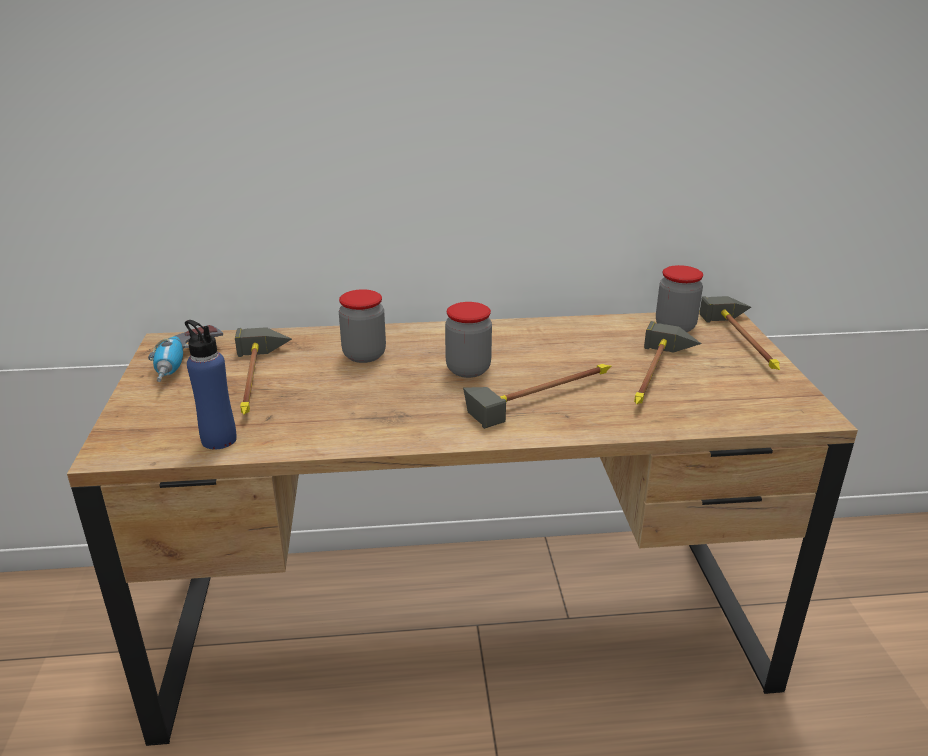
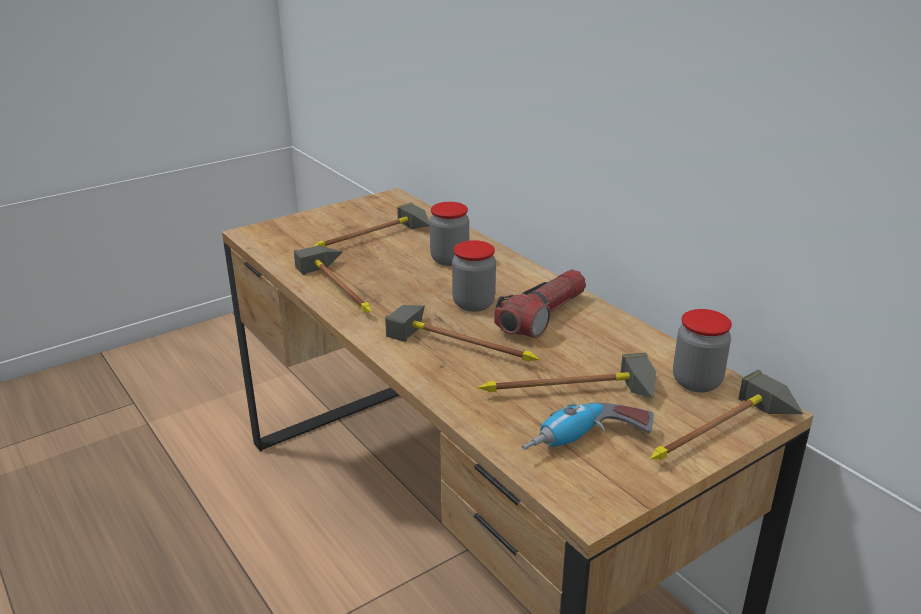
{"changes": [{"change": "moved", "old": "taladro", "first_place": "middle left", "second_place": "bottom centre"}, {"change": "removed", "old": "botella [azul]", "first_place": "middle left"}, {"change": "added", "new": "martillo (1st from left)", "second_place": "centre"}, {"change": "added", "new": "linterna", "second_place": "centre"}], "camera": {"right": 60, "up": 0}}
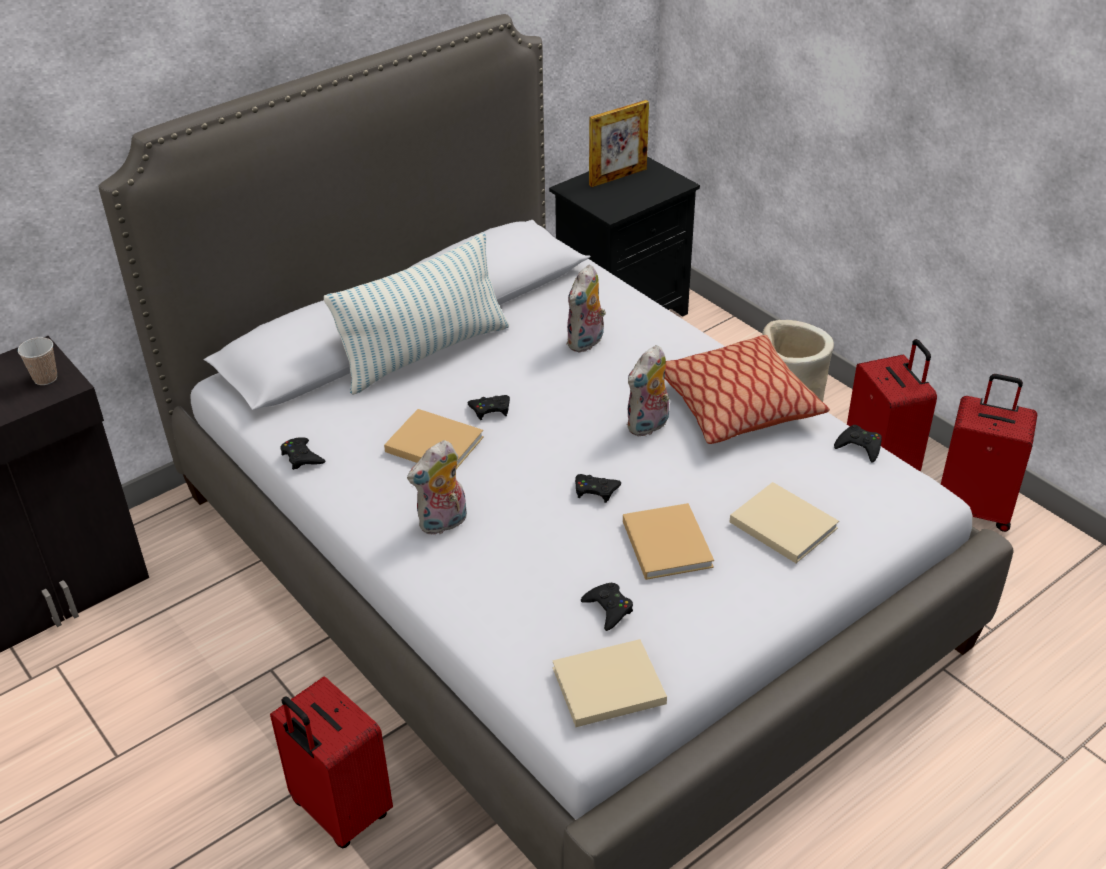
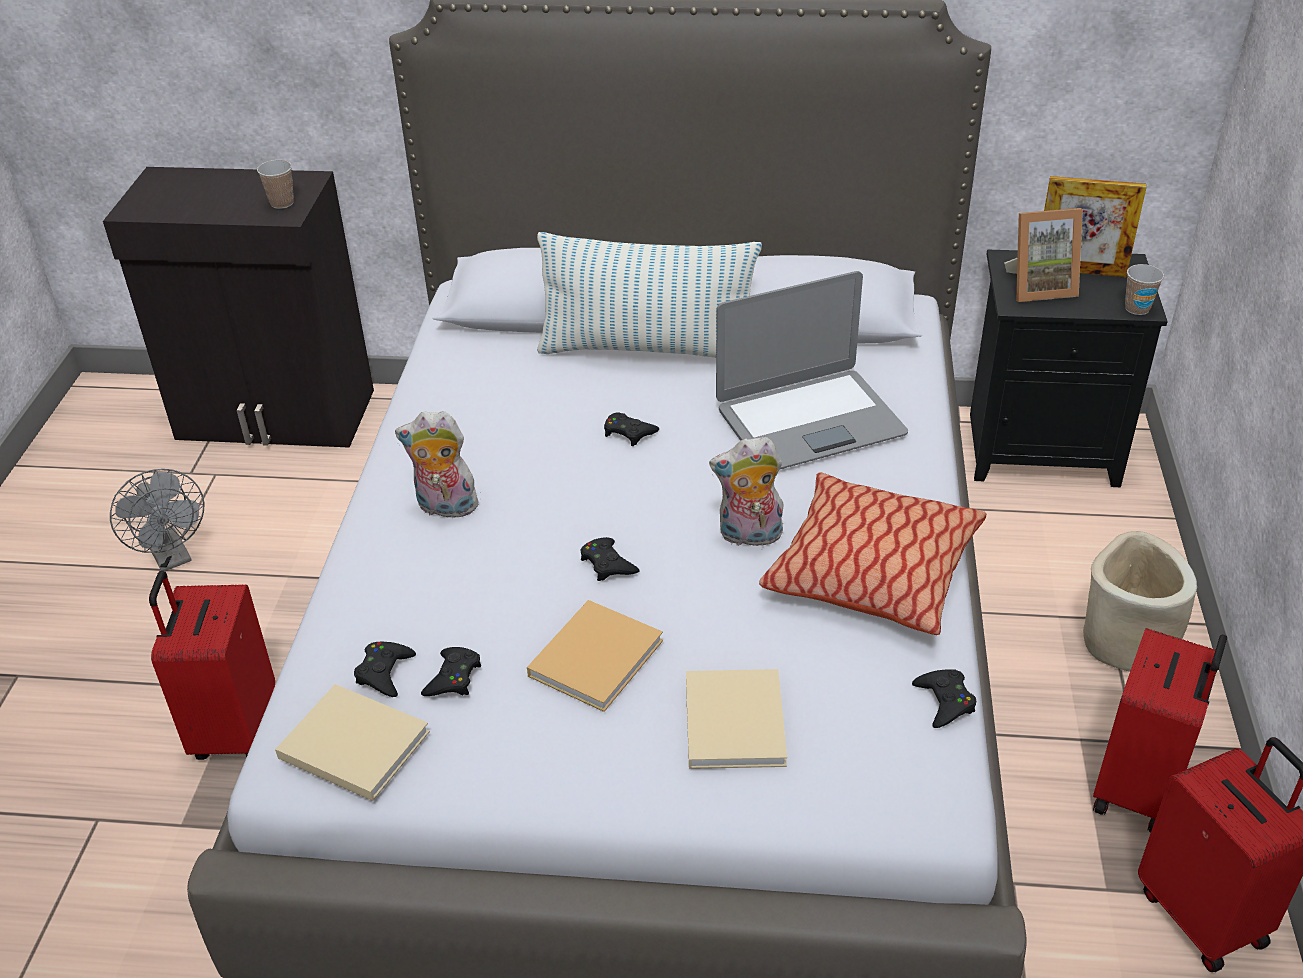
{"changes": [{"change": "moved", "old": "mando de consola [negro] (1st from left)", "first_place": "middle left", "second_place": "bottom left"}, {"change": "removed", "old": "libro [beis] (1st from left)", "first_place": "centre"}, {"change": "replaced", "old": "peluche (2nd from left)", "new": "portátil", "first_place": "centre", "second_place": "centre"}, {"change": "added", "new": "ventilador [gris]", "second_place": "middle left"}, {"change": "added", "new": "portarretratos (1st from left)", "second_place": "top right"}, {"change": "added", "new": "taza (2nd from left)", "second_place": "top right"}], "camera": {"right": 45, "up": 0}}
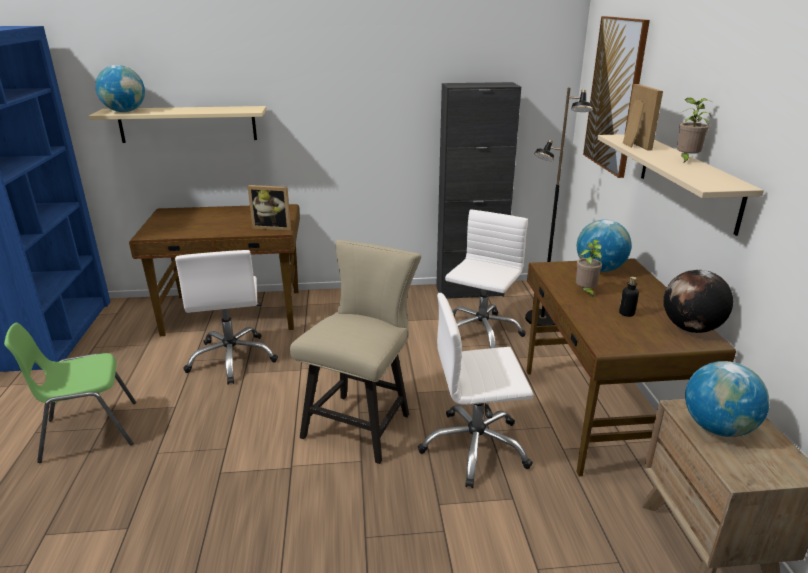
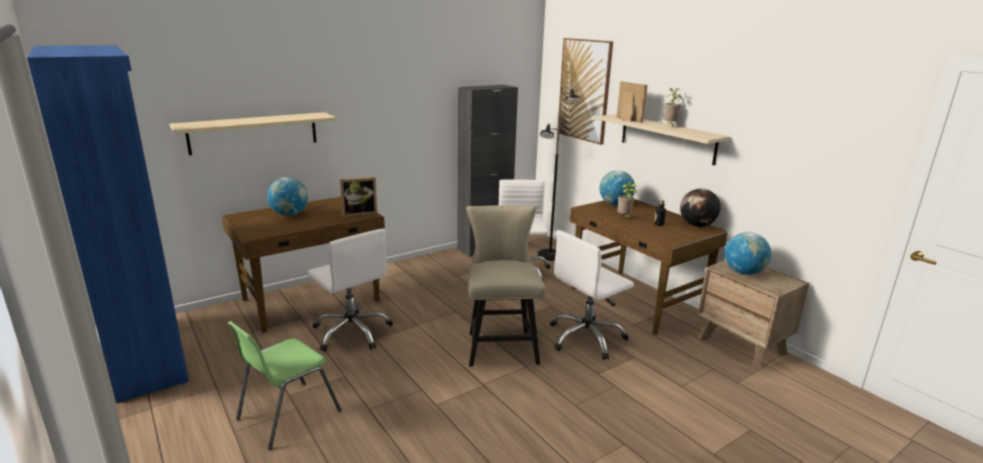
{"changes": [{"change": "moved", "old": "globo terráqueo (1st from left)", "first_place": "top left", "second_place": "middle left"}], "camera": {"right": -30, "up": -5}}
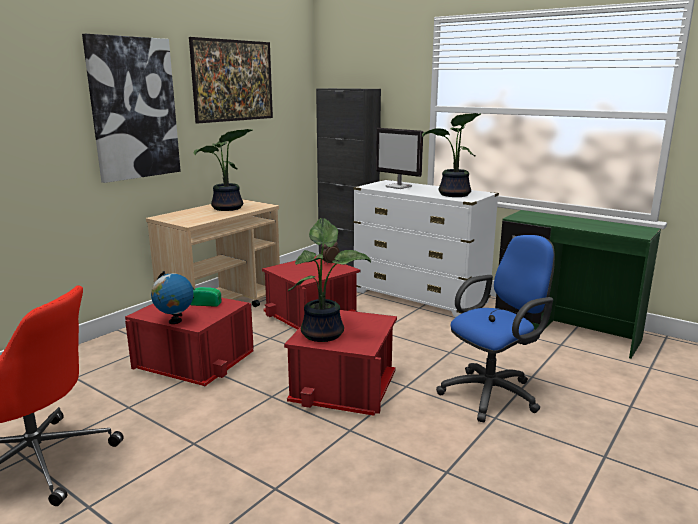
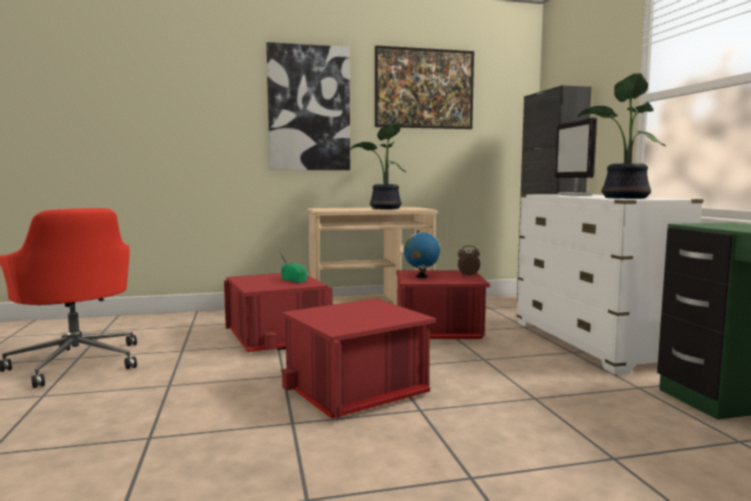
{"changes": [{"change": "moved", "old": "globo terráqueo", "first_place": "middle left", "second_place": "centre"}, {"change": "removed", "old": "planta en maceta (2nd from left)", "first_place": "centre"}, {"change": "removed", "old": "silla de oficina [azul]", "first_place": "middle right"}], "camera": {"right": 40, "up": -10}}
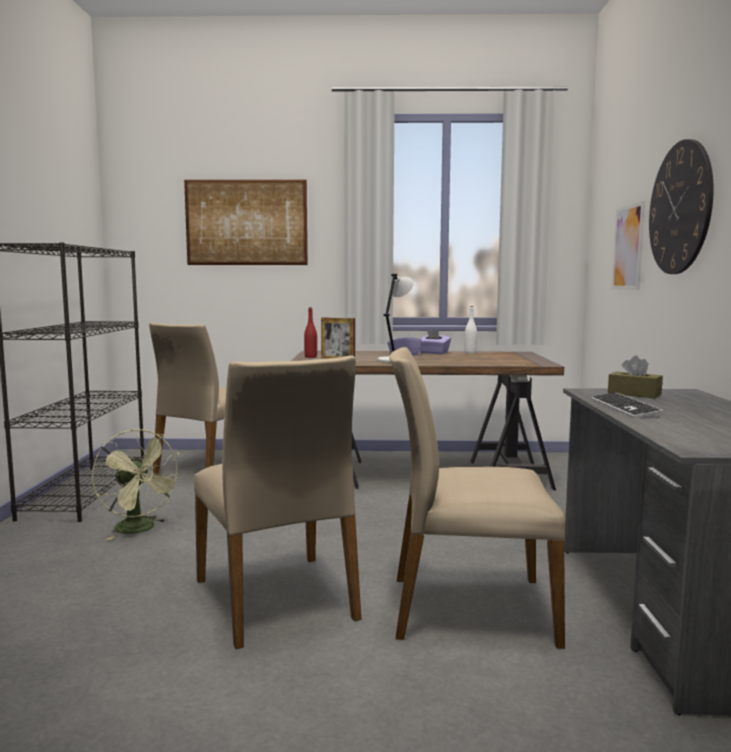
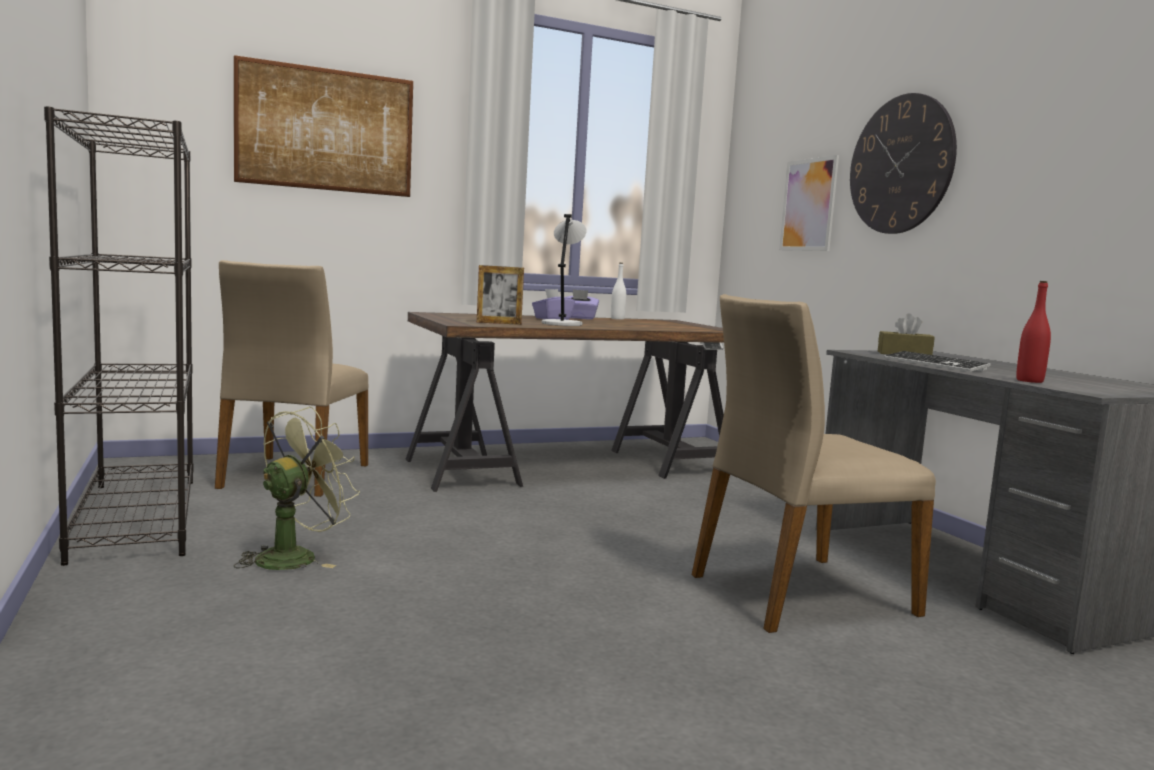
{"changes": [{"change": "turned", "old": "ventilador [verde]", "first_place": "middle left", "second_place": "middle left", "degrees": -75}, {"change": "removed", "old": "silla [beis] (2nd from left)", "first_place": "bottom centre"}, {"change": "moved", "old": "botella [rojo]", "first_place": "centre", "second_place": "middle right"}], "camera": {"right": -25, "up": 0}}
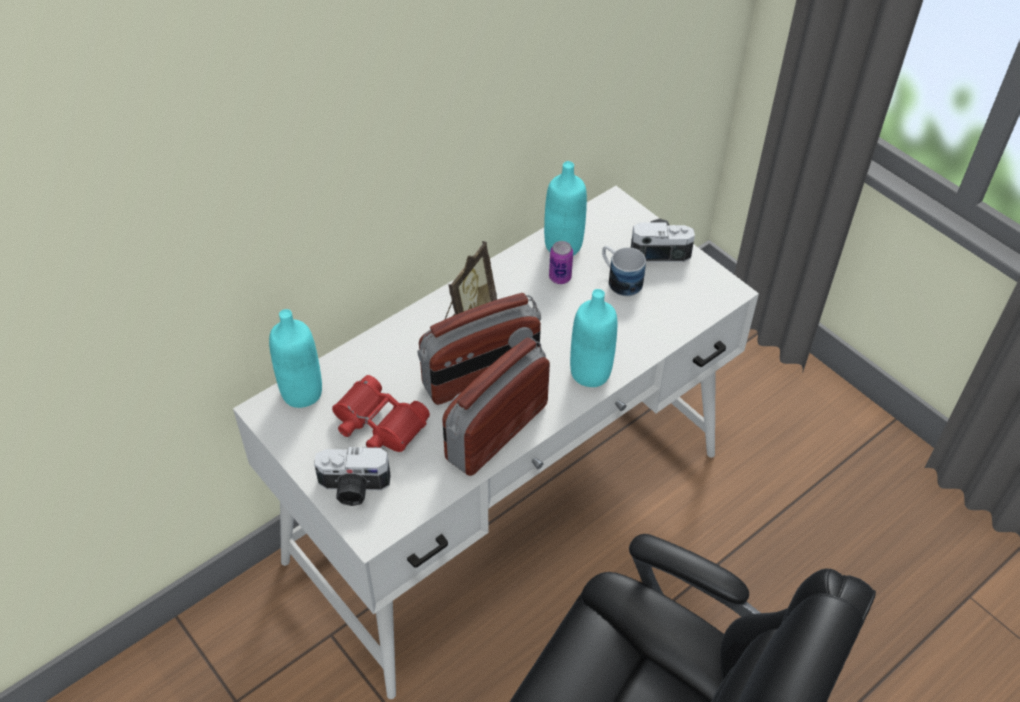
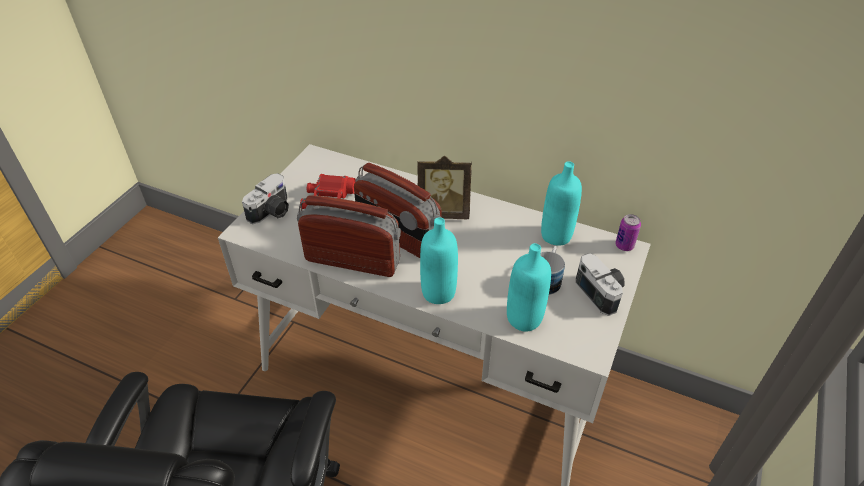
{"changes": [{"change": "moved", "old": "botella [turquesa] (1st from left in the first image)", "new": "botella [turquesa] (2nd from left)", "first_place": "middle left", "second_place": "centre"}, {"change": "turned", "old": "cámara (1st from left)", "first_place": "bottom centre", "second_place": "middle left", "degrees": -120}, {"change": "moved", "old": "lata", "first_place": "centre", "second_place": "middle right"}], "camera": {"right": 65, "up": -5}}
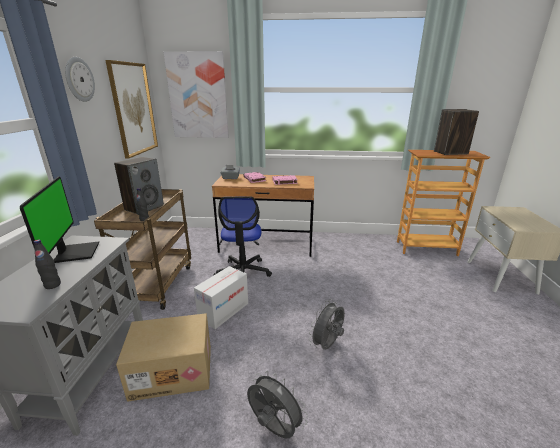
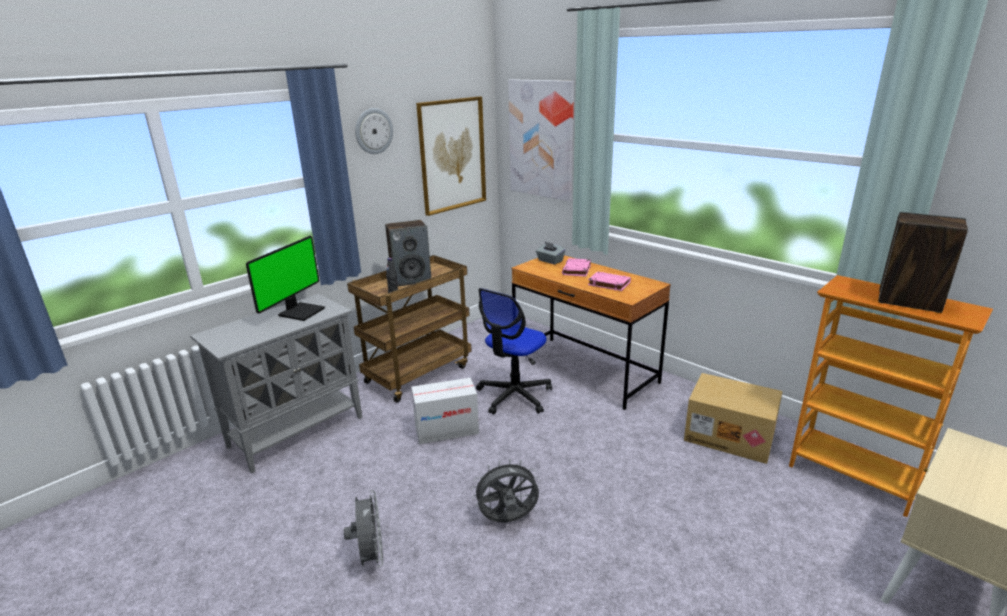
{"changes": [{"change": "removed", "old": "botella [negro] (1st from left)", "first_place": "middle left"}, {"change": "moved", "old": "caja de cartón (1st from left in the first image)", "new": "caja de cartón (2nd from left)", "first_place": "bottom left", "second_place": "bottom right"}], "camera": {"right": 40, "up": 0}}
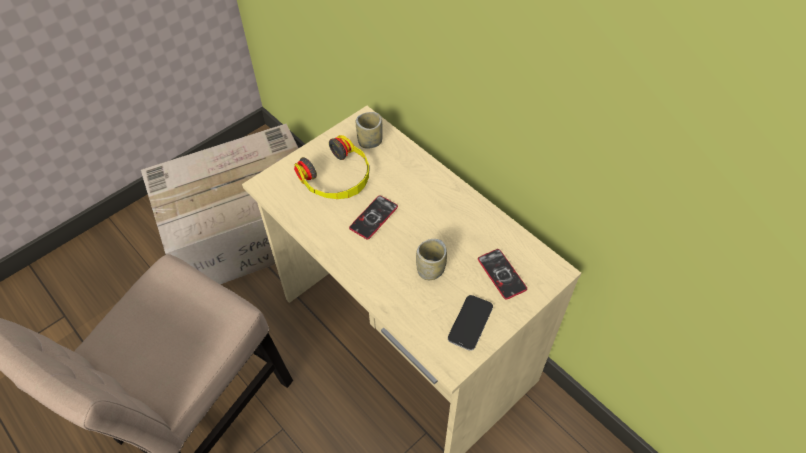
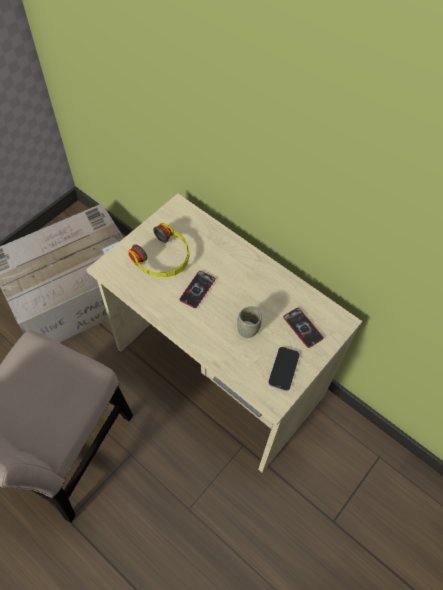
{"changes": [{"change": "removed", "old": "taza (1st from left)", "first_place": "top centre"}], "camera": {"right": -10, "up": 5}}
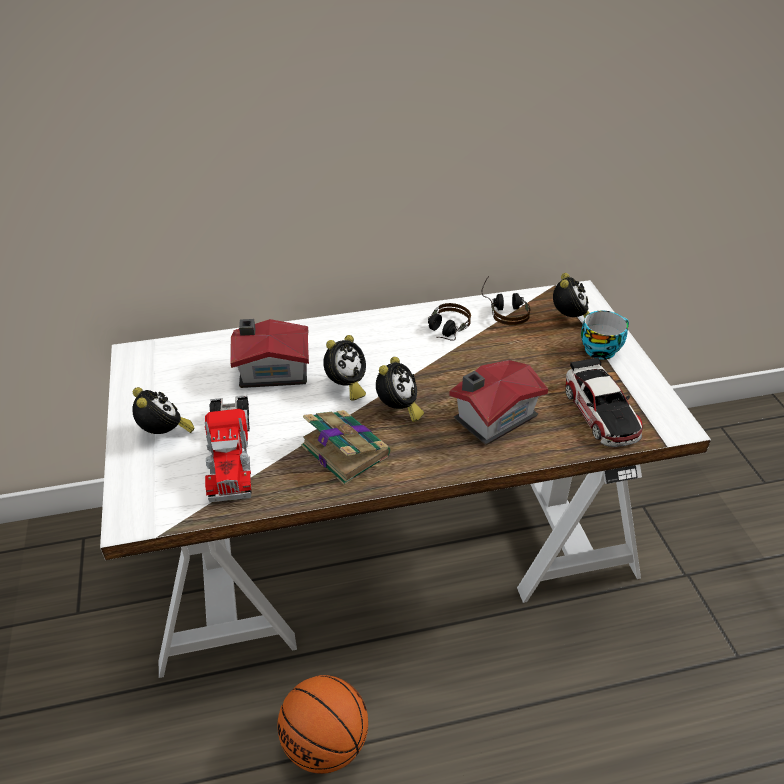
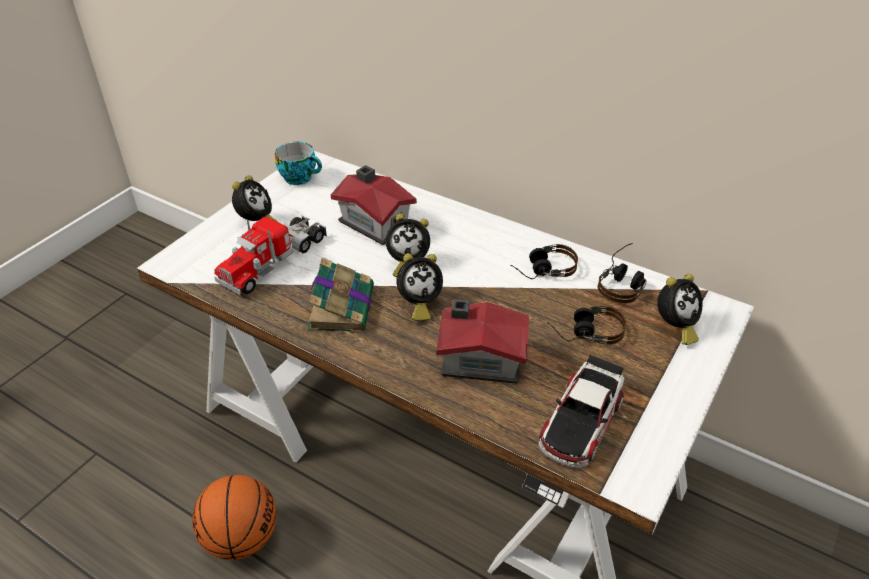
{"changes": [{"change": "moved", "old": "taza", "first_place": "middle right", "second_place": "top centre"}, {"change": "added", "new": "auriculares (2nd from left)", "second_place": "middle right"}], "camera": {"right": 45, "up": 0}}
